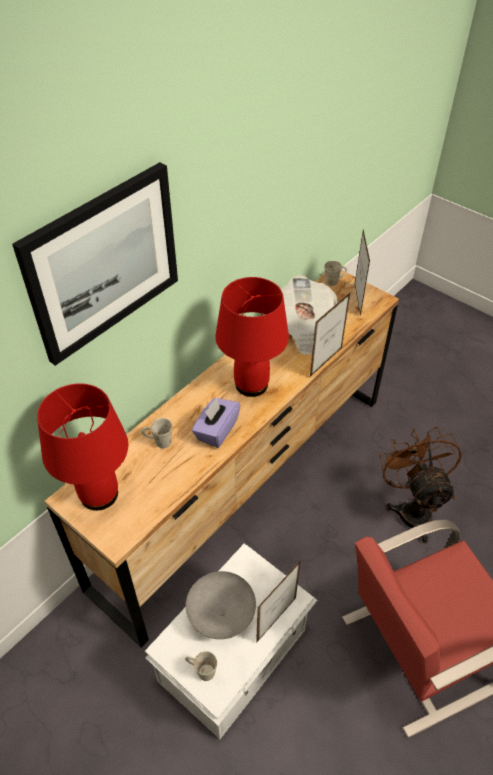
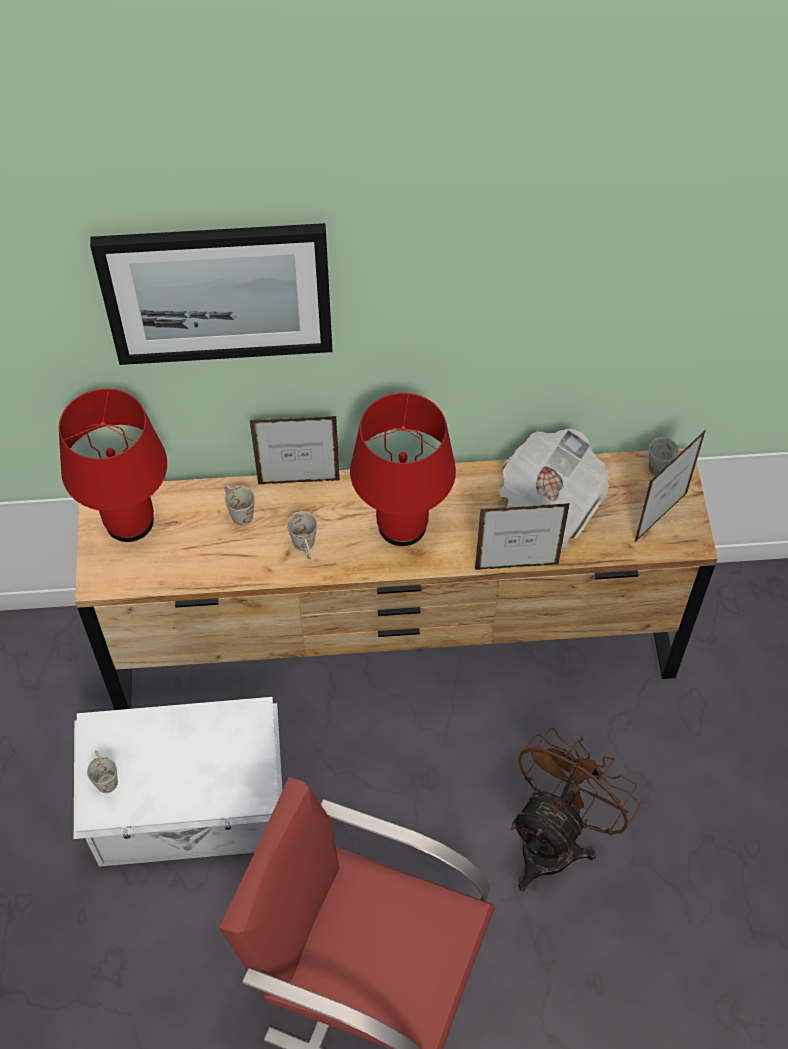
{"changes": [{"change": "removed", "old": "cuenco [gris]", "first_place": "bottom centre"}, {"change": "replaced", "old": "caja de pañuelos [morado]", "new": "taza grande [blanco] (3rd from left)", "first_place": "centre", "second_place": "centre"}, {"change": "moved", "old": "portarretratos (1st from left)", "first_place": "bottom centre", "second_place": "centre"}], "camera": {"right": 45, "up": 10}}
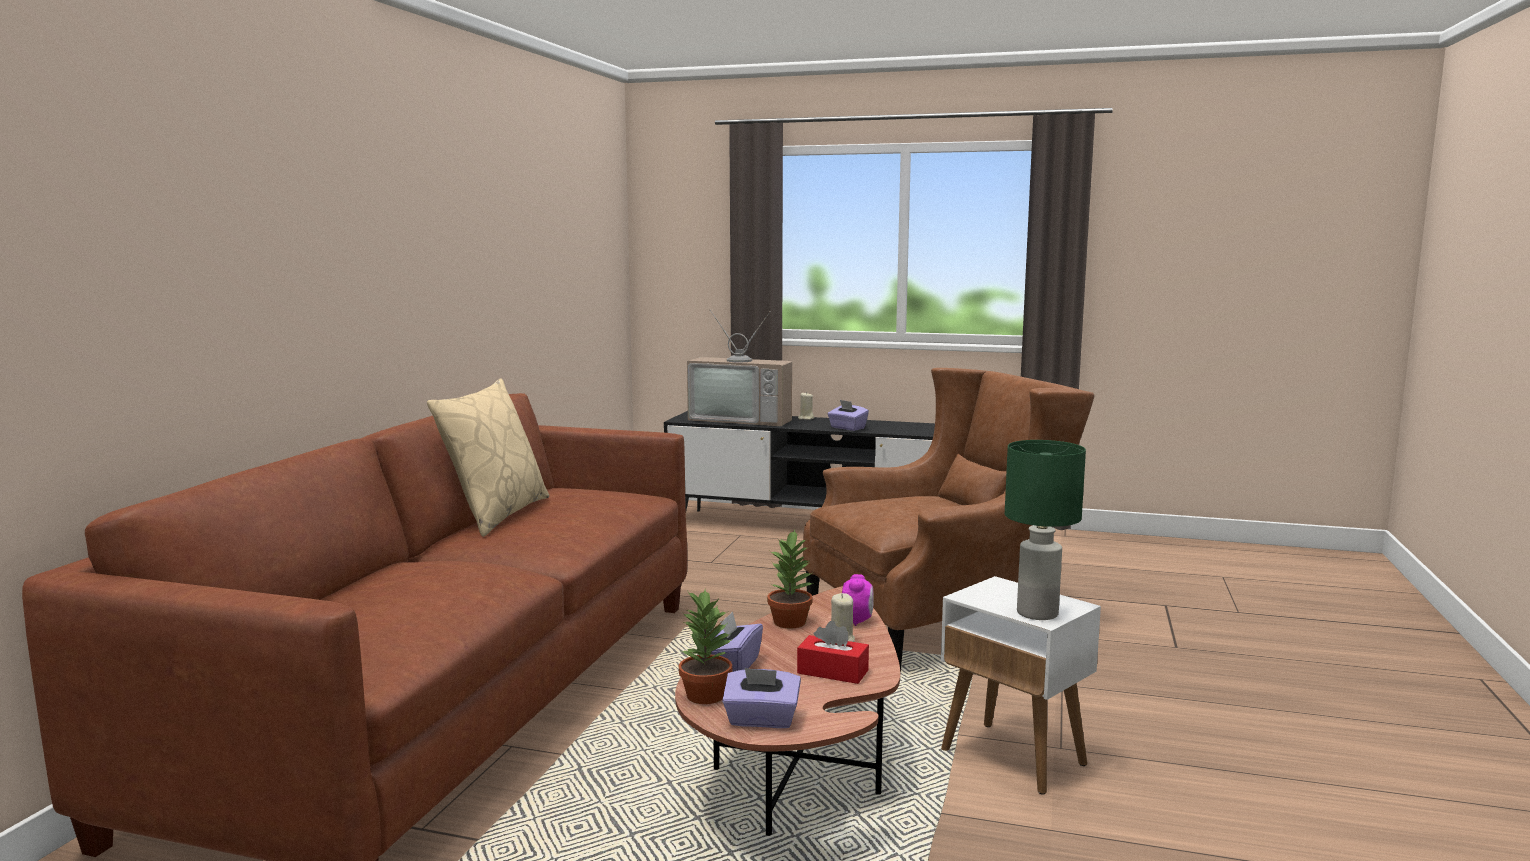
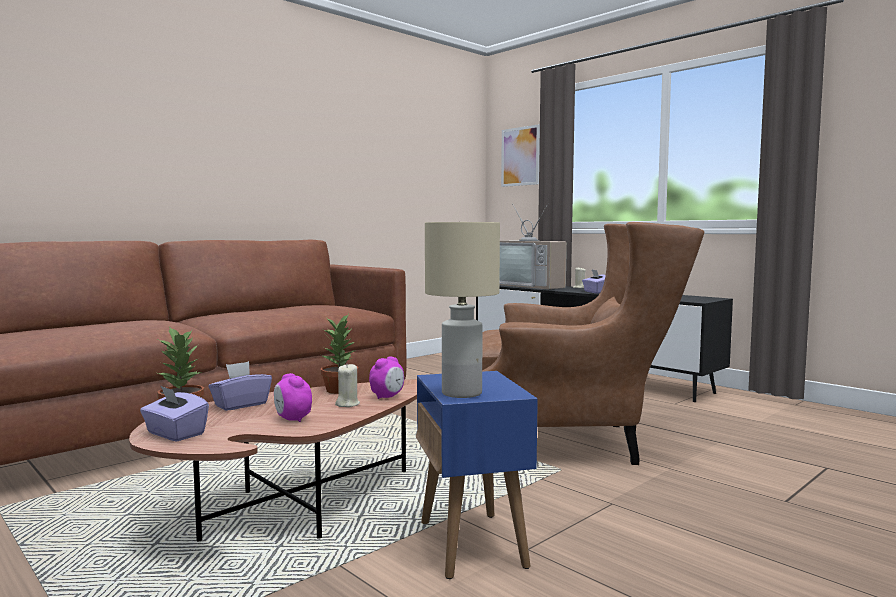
{"changes": [{"change": "removed", "old": "cojín [beis]", "first_place": "middle left"}, {"change": "replaced", "old": "caja de pañuelos [rojo]", "new": "despertador (1st from left)", "first_place": "bottom centre", "second_place": "middle left"}, {"change": "recoloured", "old": "mesa auxiliar [blanco]", "new": "mesa auxiliar [azul]", "first_place": "bottom right", "second_place": "bottom centre"}, {"change": "recoloured", "old": "lámpara de mesa [verde]", "new": "lámpara de mesa [beis]", "first_place": "middle right", "second_place": "centre"}, {"change": "added", "new": "cuadro", "second_place": "top centre"}], "camera": {"right": 30, "up": -5}}
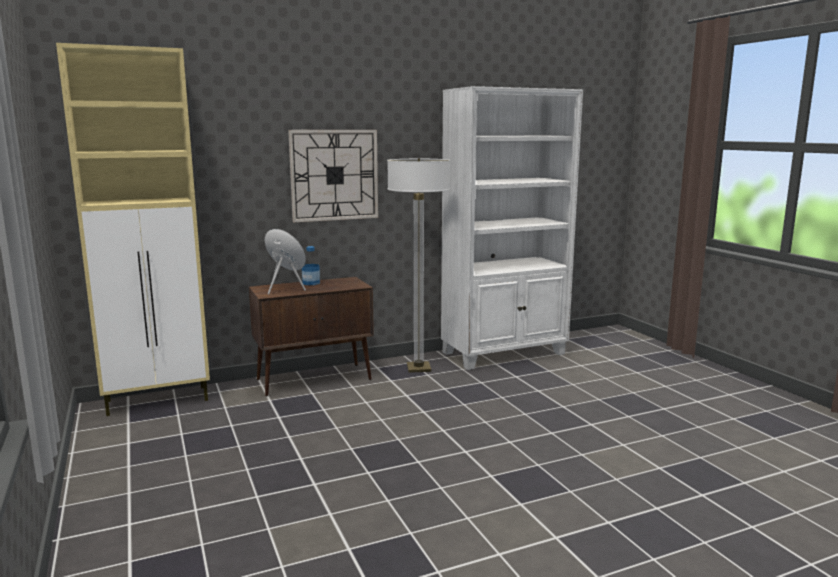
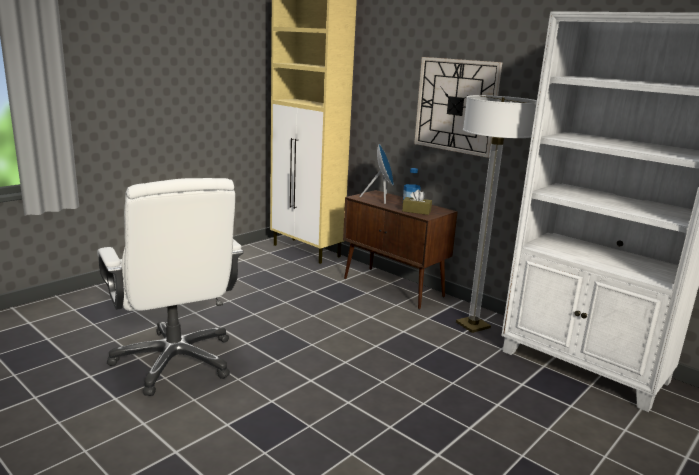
{"changes": [{"change": "added", "new": "silla de oficina [blanco]", "second_place": "middle left"}, {"change": "added", "new": "caja de pañuelos [marrón]", "second_place": "centre"}], "camera": {"right": 65, "up": 5}}
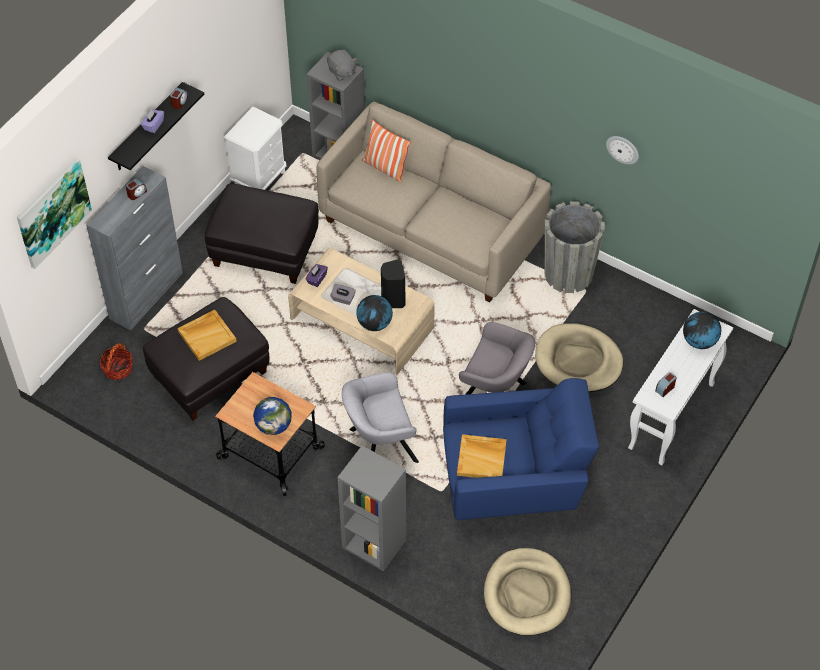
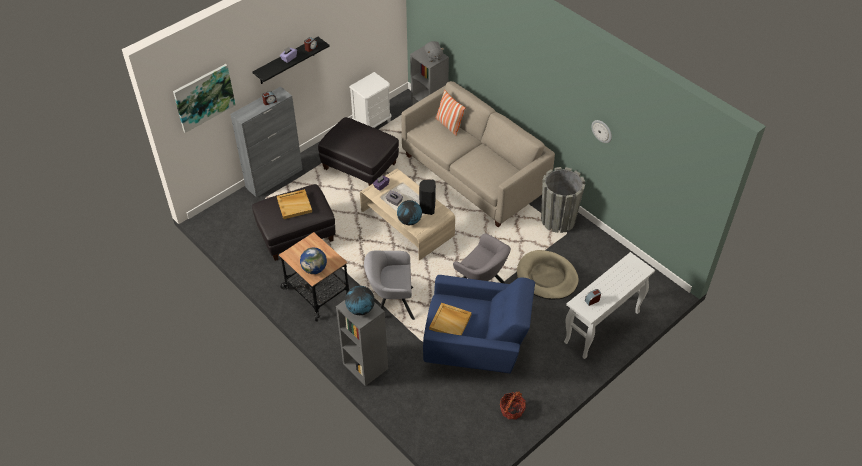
{"changes": [{"change": "moved", "old": "cesta", "first_place": "middle left", "second_place": "bottom centre"}, {"change": "removed", "old": "cama para perro [beis] (1st from left)", "first_place": "bottom centre"}, {"change": "moved", "old": "globo terráqueo (3rd from left in the first image)", "new": "globo terráqueo (2nd from left)", "first_place": "middle right", "second_place": "centre"}], "camera": {"right": 15, "up": -5}}
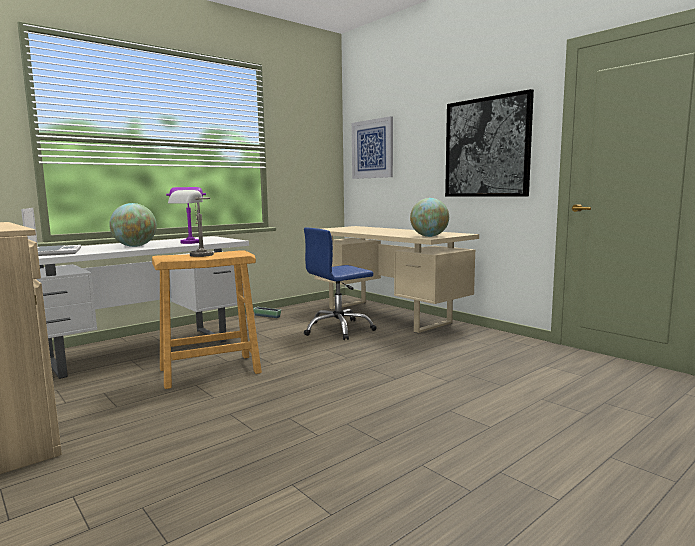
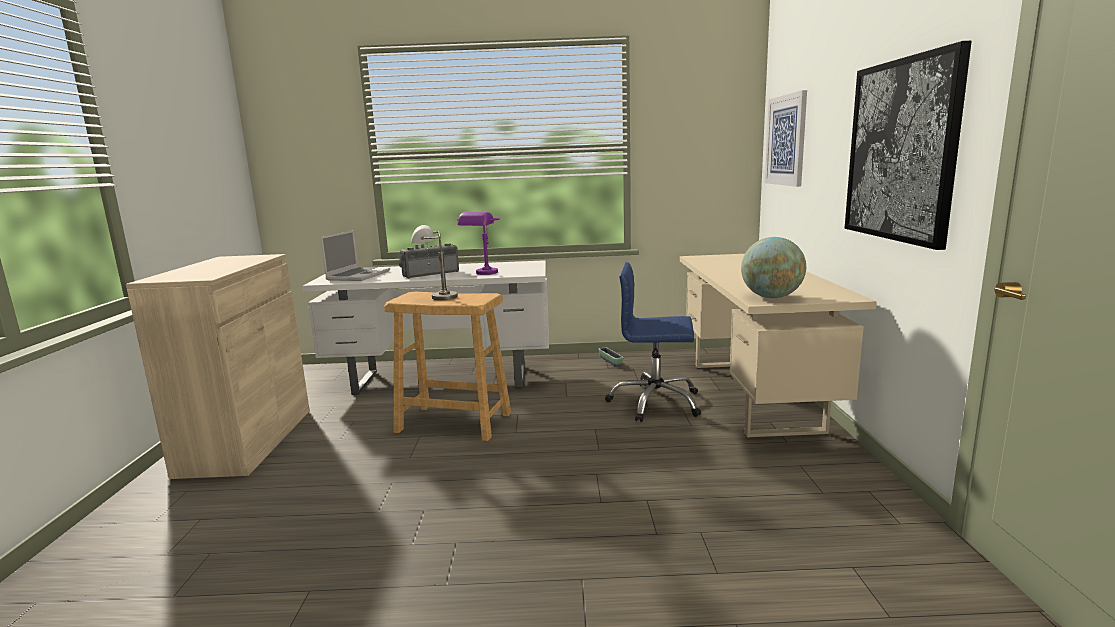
{"changes": [{"change": "replaced", "old": "globo terráqueo (1st from left)", "new": "radio", "first_place": "middle left", "second_place": "centre"}], "camera": {"right": 40, "up": 5}}
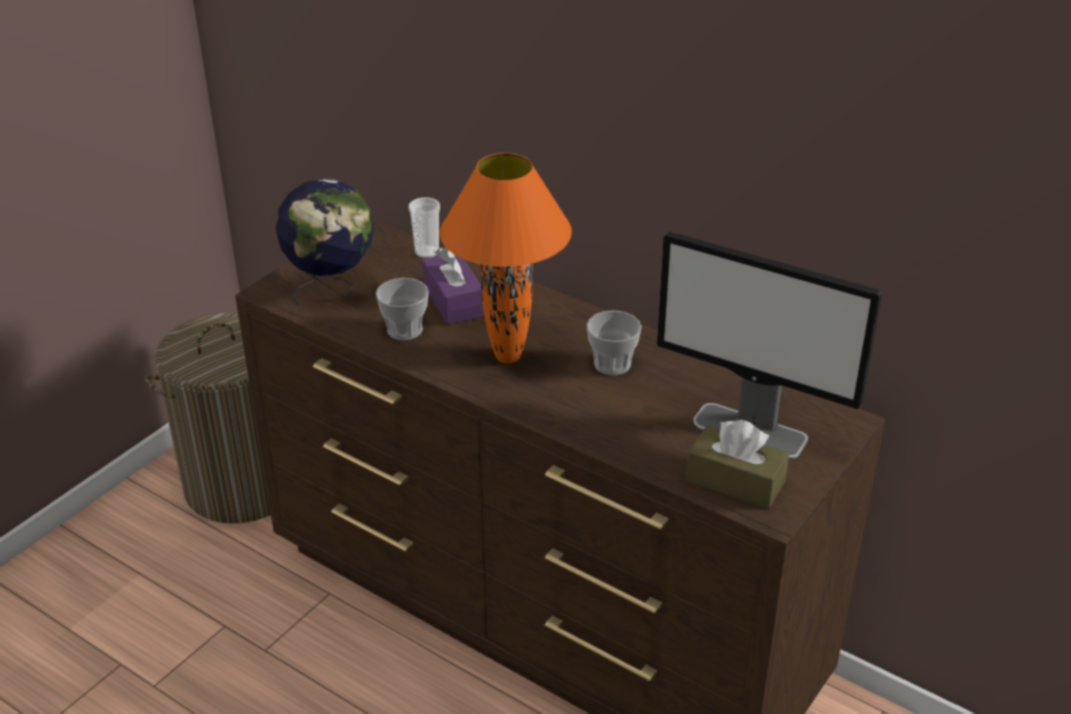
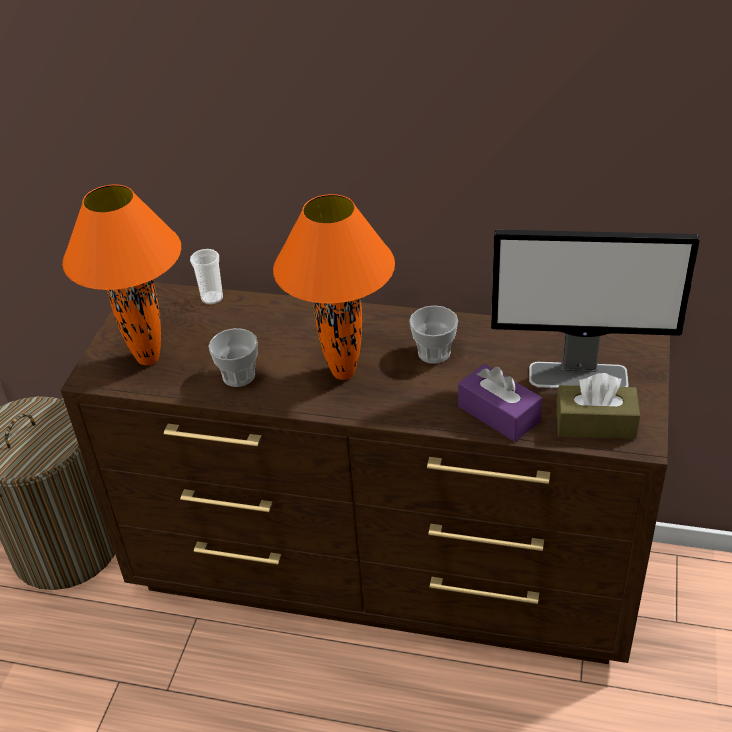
{"changes": [{"change": "replaced", "old": "globo terráqueo", "new": "lámpara de mesa [naranja] (1st from left)", "first_place": "middle left", "second_place": "middle left"}, {"change": "moved", "old": "caja de pañuelos [morado]", "first_place": "centre", "second_place": "middle right"}], "camera": {"right": -20, "up": 5}}
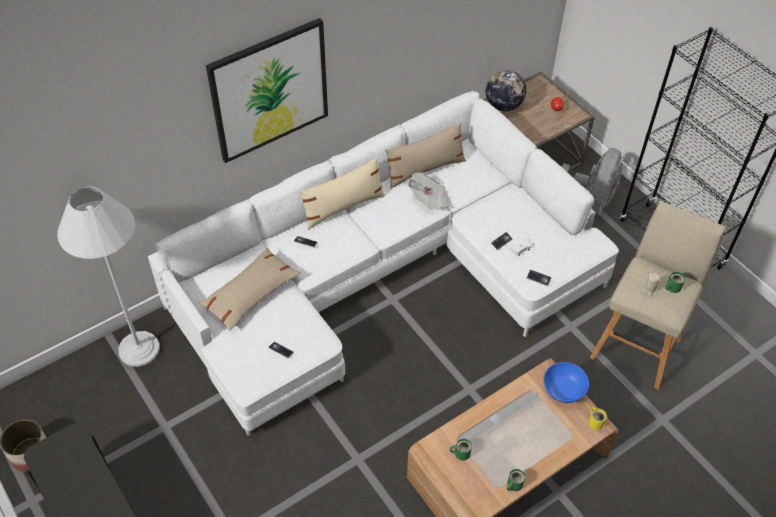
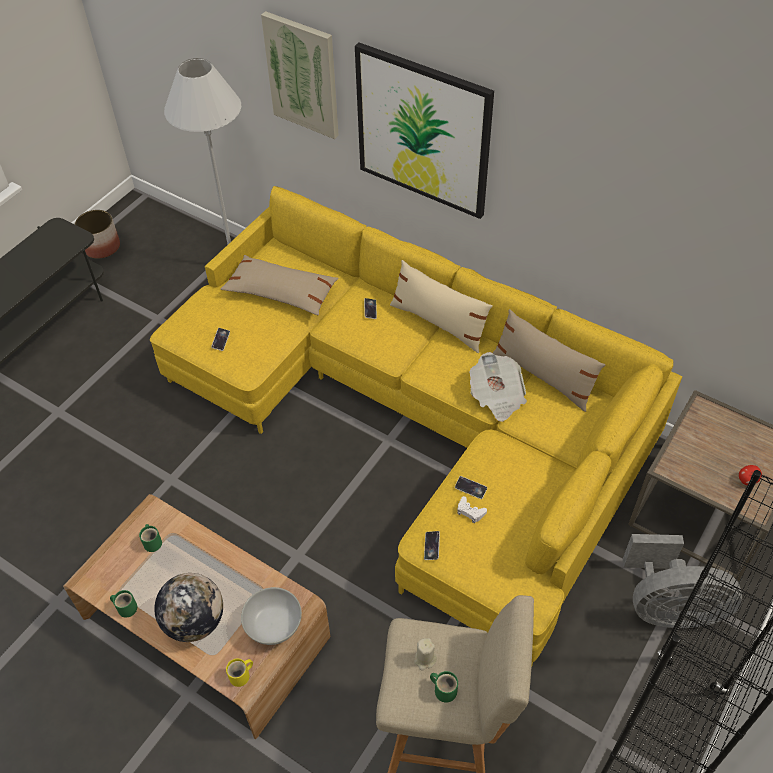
{"changes": [{"change": "recoloured", "old": "sofá [blanco]", "new": "sofá [amarillo]", "first_place": "centre", "second_place": "centre"}, {"change": "moved", "old": "globo terráqueo", "first_place": "top centre", "second_place": "bottom left"}, {"change": "recoloured", "old": "cuenco [azul]", "new": "cuenco [blanco]", "first_place": "bottom right", "second_place": "bottom centre"}, {"change": "added", "new": "cuadro (1st from left)", "second_place": "top centre"}], "camera": {"right": 70, "up": 0}}
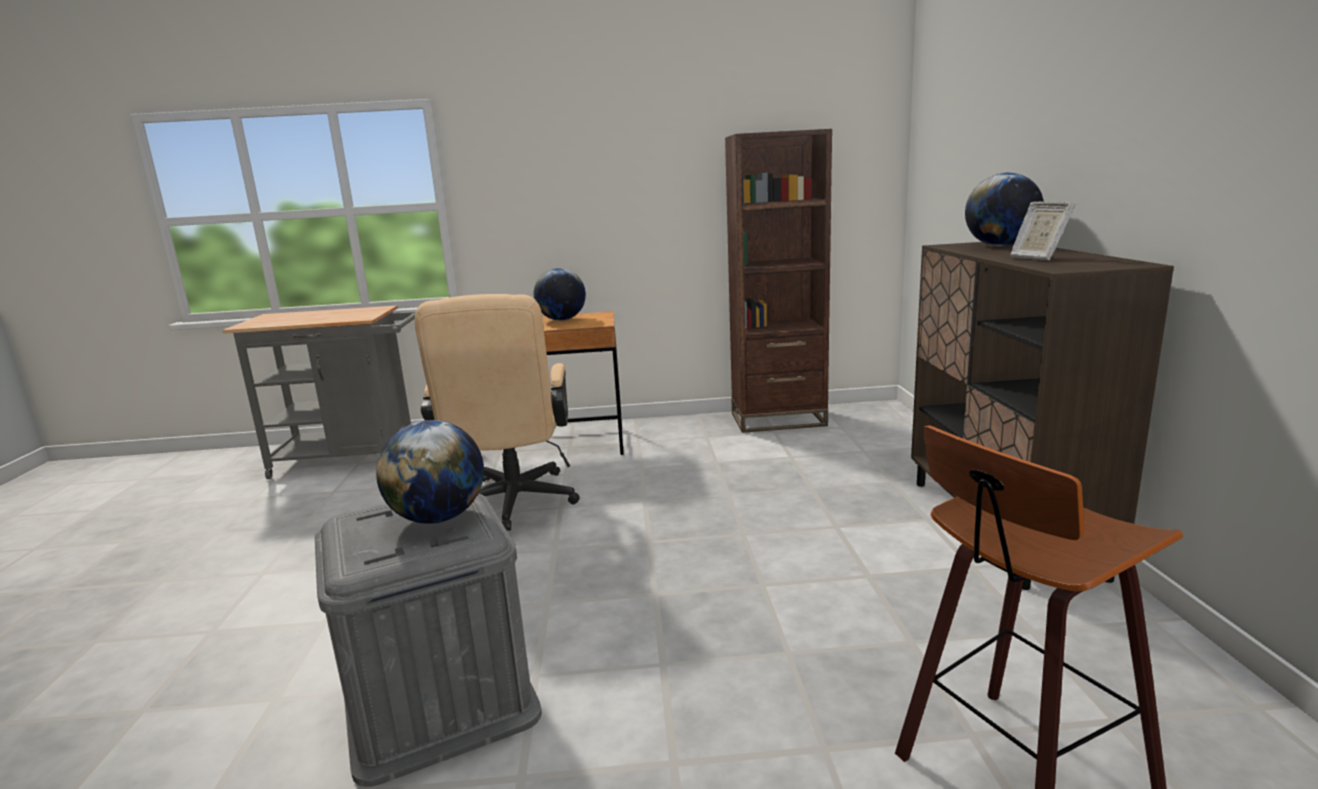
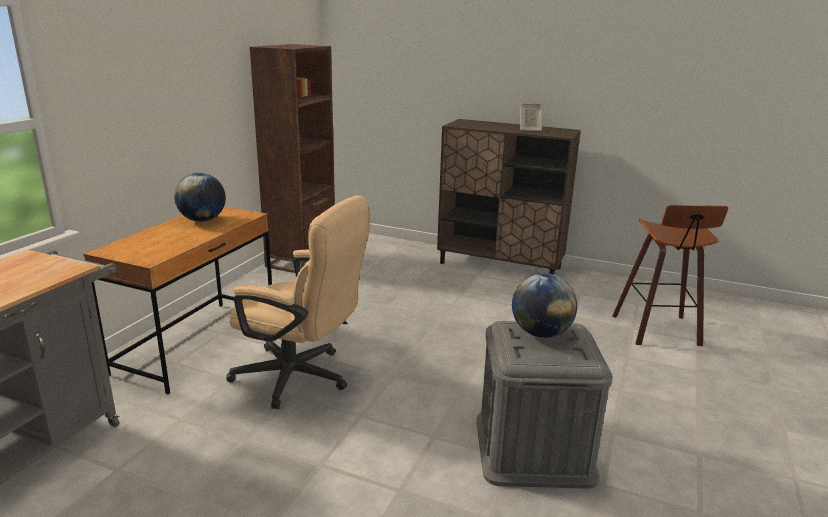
{"changes": [{"change": "removed", "old": "globo terráqueo (3rd from left)", "first_place": "top right"}], "camera": {"right": -65, "up": 5}}
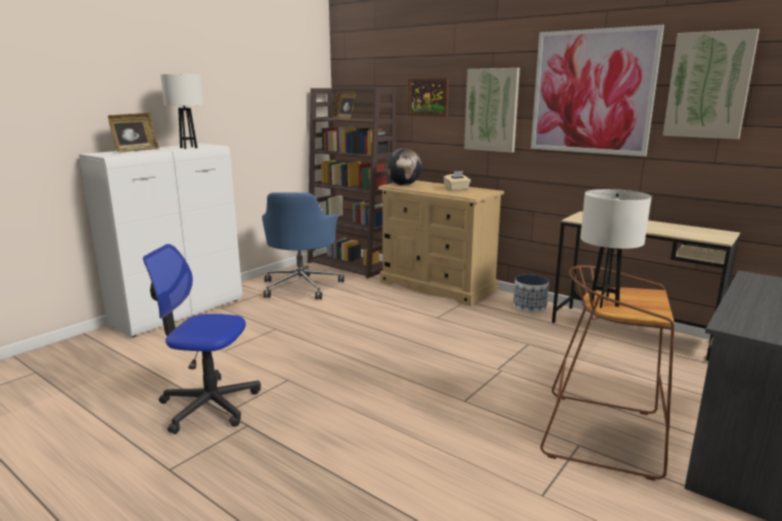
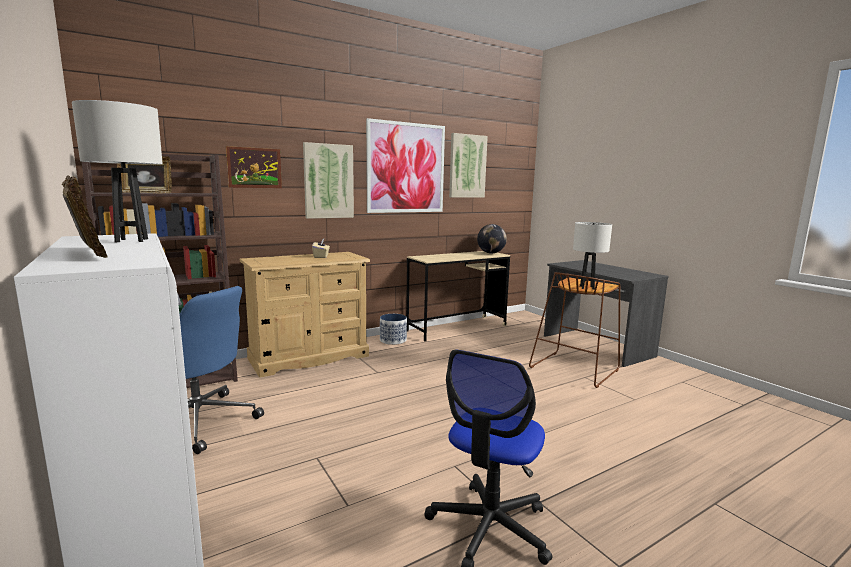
{"changes": [{"change": "moved", "old": "globo terráqueo", "first_place": "top centre", "second_place": "centre"}], "camera": {"right": -70, "up": -5}}
